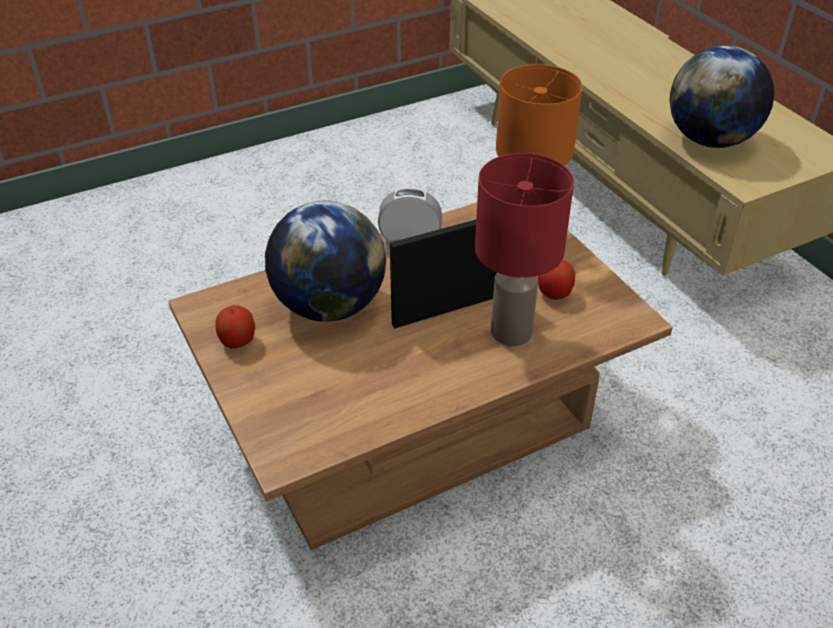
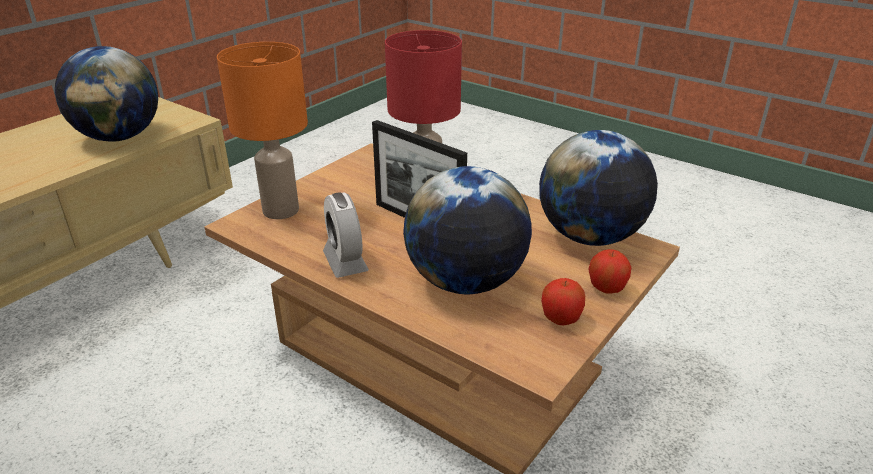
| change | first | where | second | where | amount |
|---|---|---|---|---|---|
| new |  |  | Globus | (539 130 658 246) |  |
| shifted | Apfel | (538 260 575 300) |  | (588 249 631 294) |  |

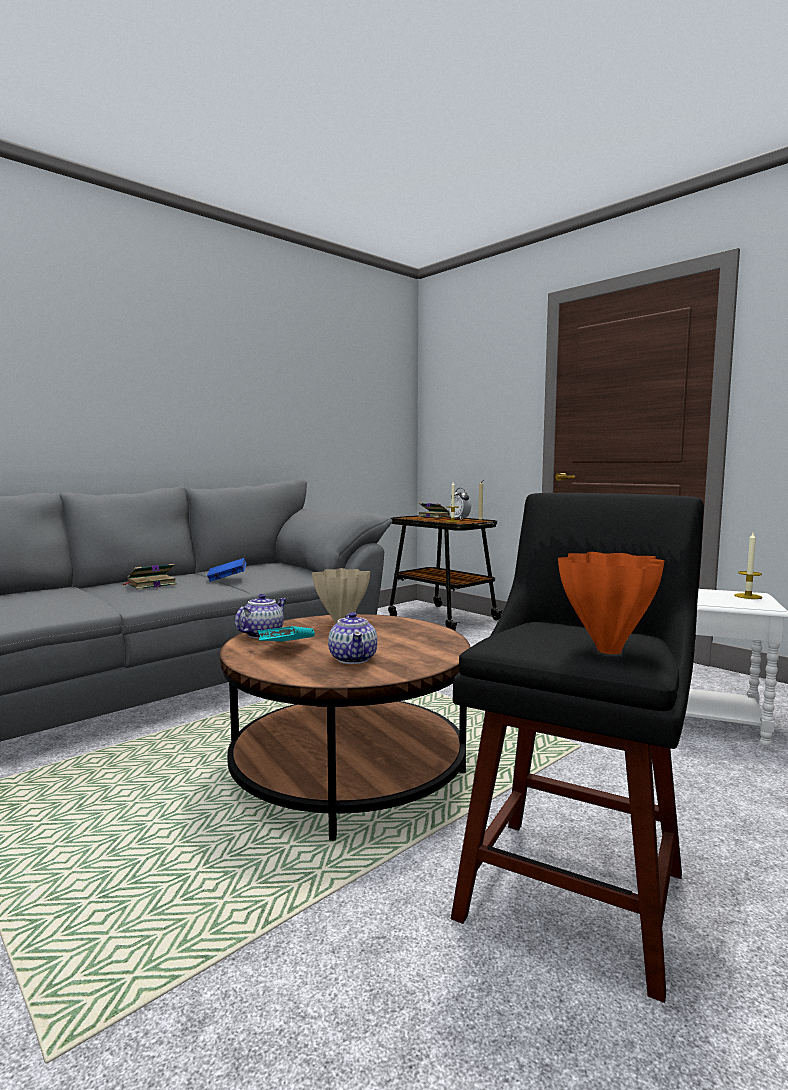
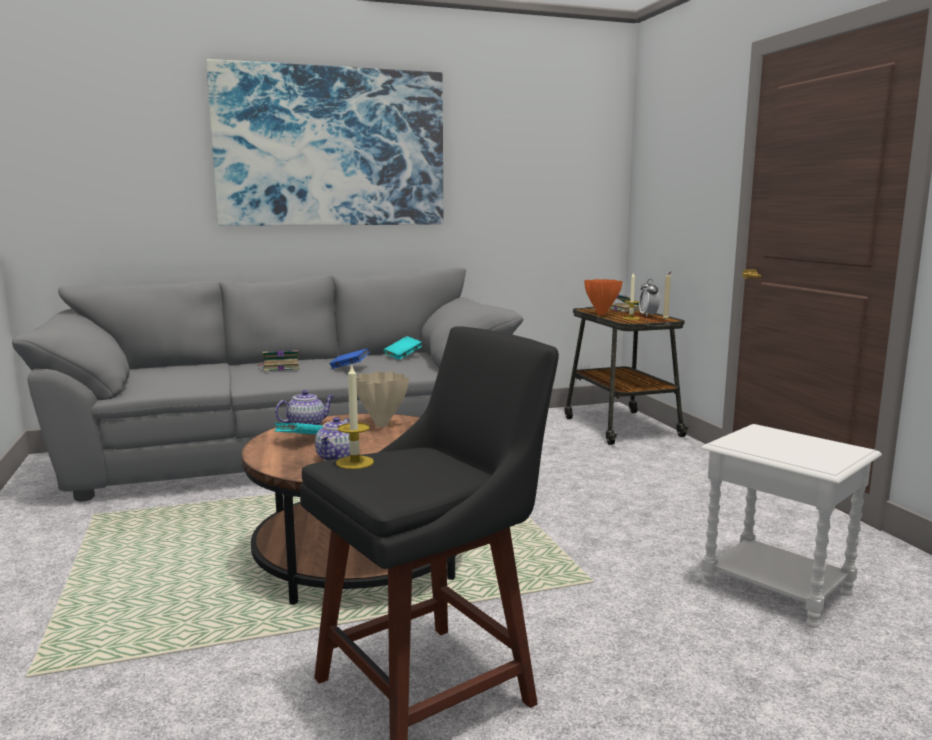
| change | first | where | second | where | amount |
|---|---|---|---|---|---|
| new |  |  | Bild | (206 59 443 226) |  |
| new |  |  | Buch (türkis) | (384 336 422 360) |  |
| shifted | Vase (orange) | (558 552 664 654) |  | (584 279 623 315) |  |
| shifted | Kerze | (735 533 762 599) |  | (336 366 374 469) |  |

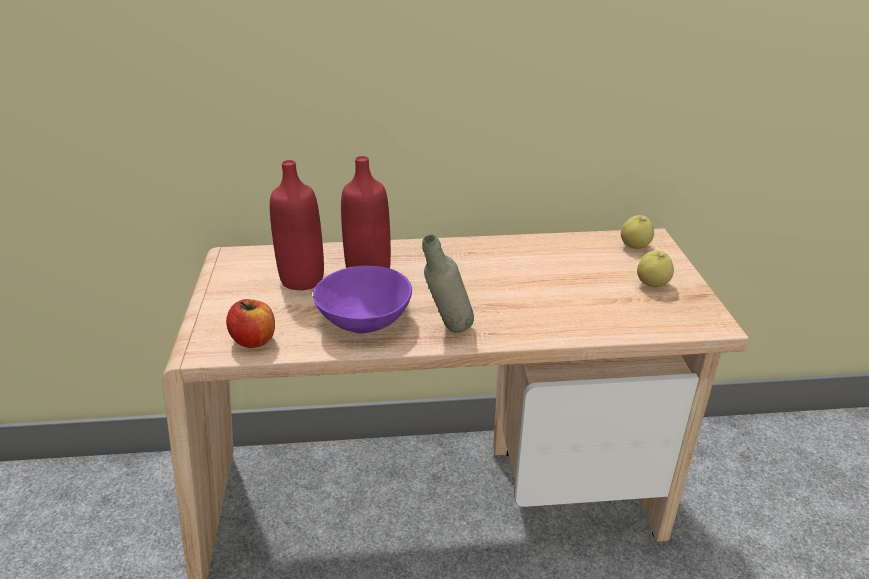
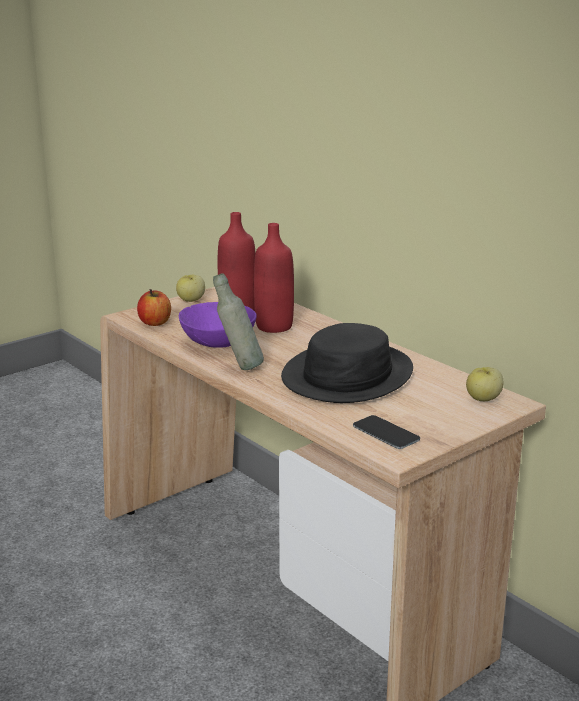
| change | first | where | second | where | amount |
|---|---|---|---|---|---|
| new |  |  | Hut (schwarz) | (281 323 413 403) |  |
| new |  |  | Handy | (353 415 420 449) |  |
| shifted | Apfel | (637 250 674 287) |  | (176 275 205 302) |  |

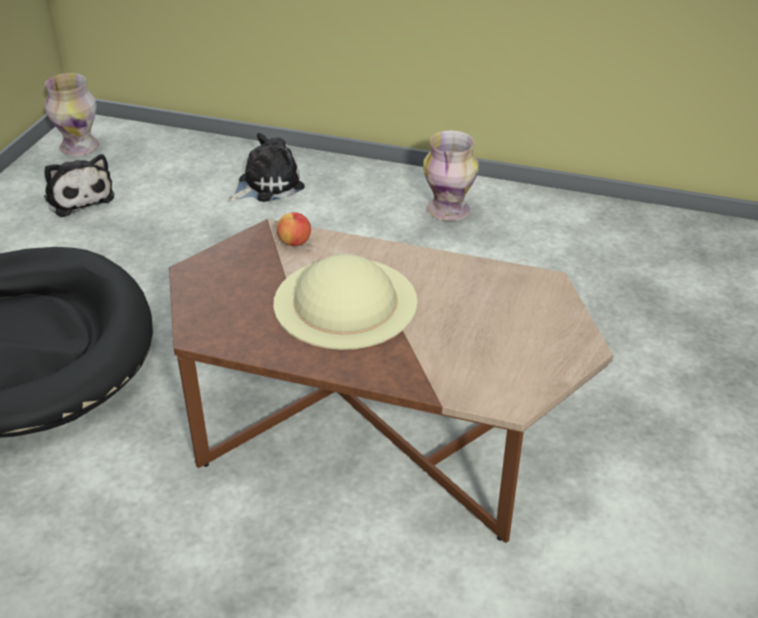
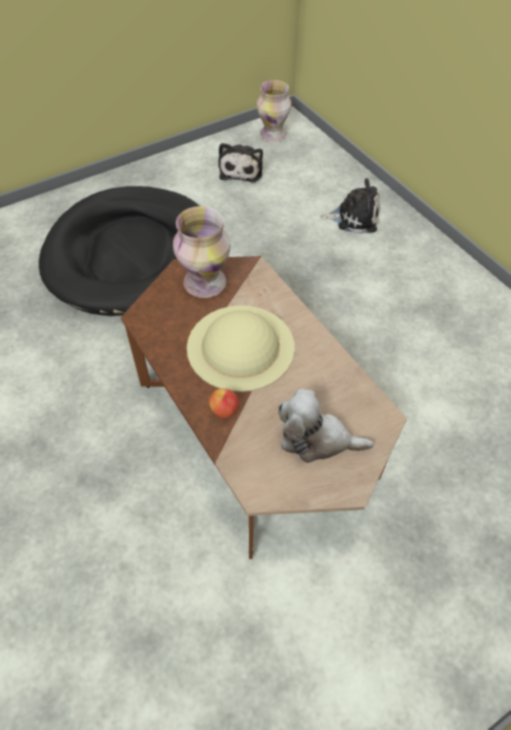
| change | first | where | second | where | amount |
|---|---|---|---|---|---|
| new |  |  | Plüschtier | (278 388 374 463) |  |
| shifted | Apfel | (276 212 311 246) |  | (209 388 239 418) |  |
| shifted | Vase | (423 131 479 221) |  | (173 206 231 298) |  |

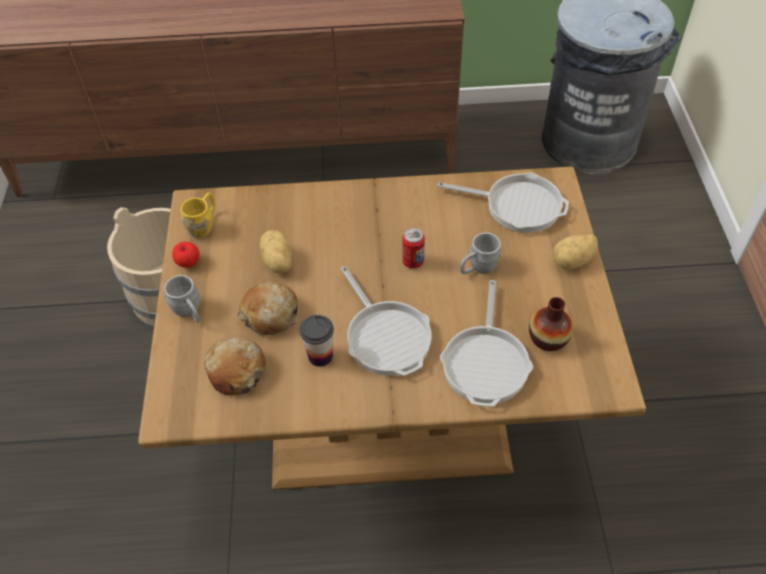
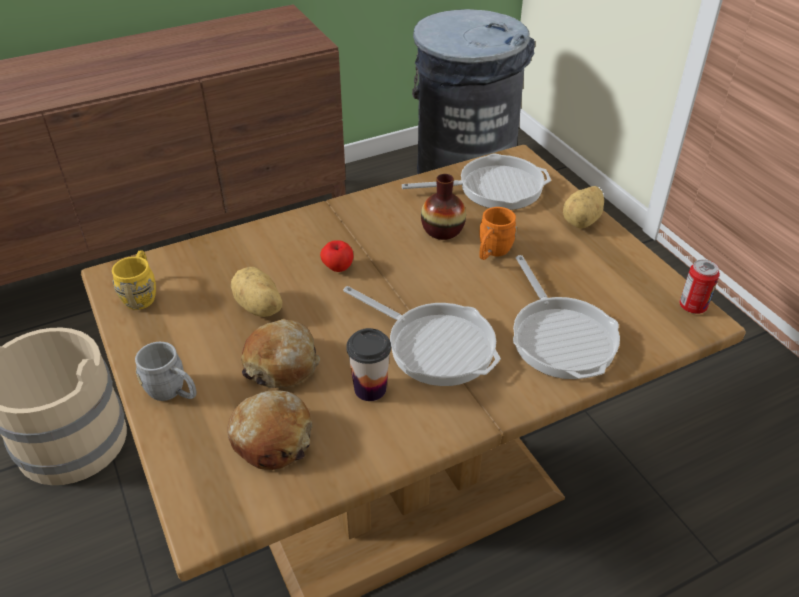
| change | first | where | second | where | amount |
|---|---|---|---|---|---|
| shifted | Apfel | (172 241 200 268) |  | (320 240 353 272) |  |
| shifted | Dose | (402 228 425 269) |  | (679 259 720 314) |  |
| shifted | Vase | (529 297 573 351) |  | (421 174 466 240) |  |
| repainted | Henkelbecher (grau) | (460 233 502 274) | Henkelbecher (orange) | (479 207 517 260) |  |

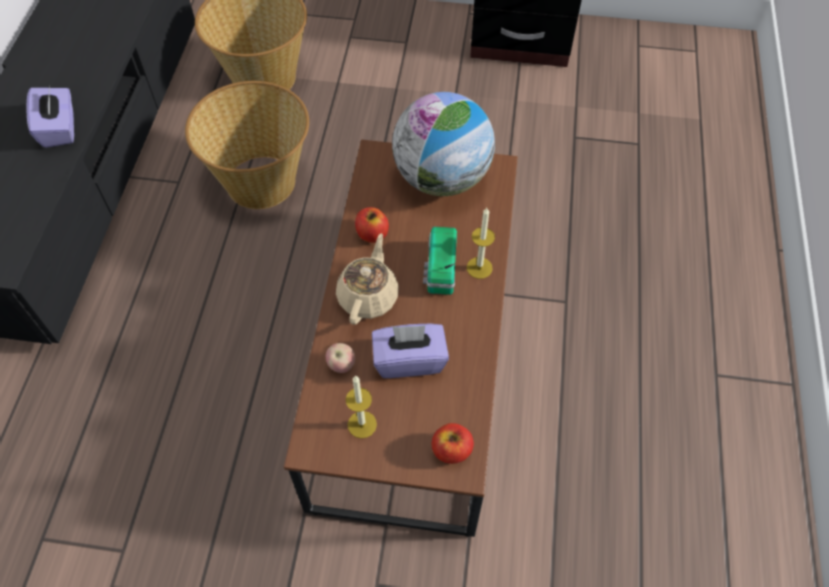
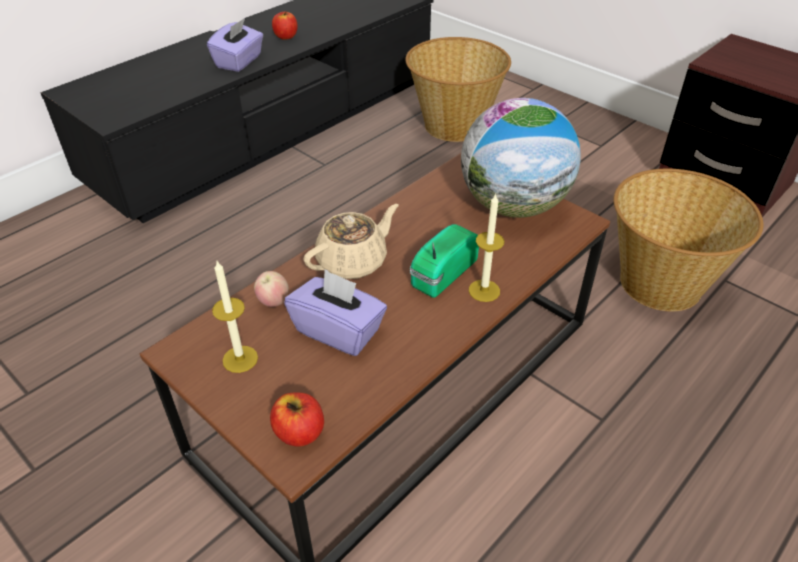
| change | first | where | second | where | amount |
|---|---|---|---|---|---|
| shifted | Korb | (185 81 309 209) |  | (614 169 763 312) |  |
| shifted | Apfel | (355 207 389 243) |  | (272 12 298 40) |  |

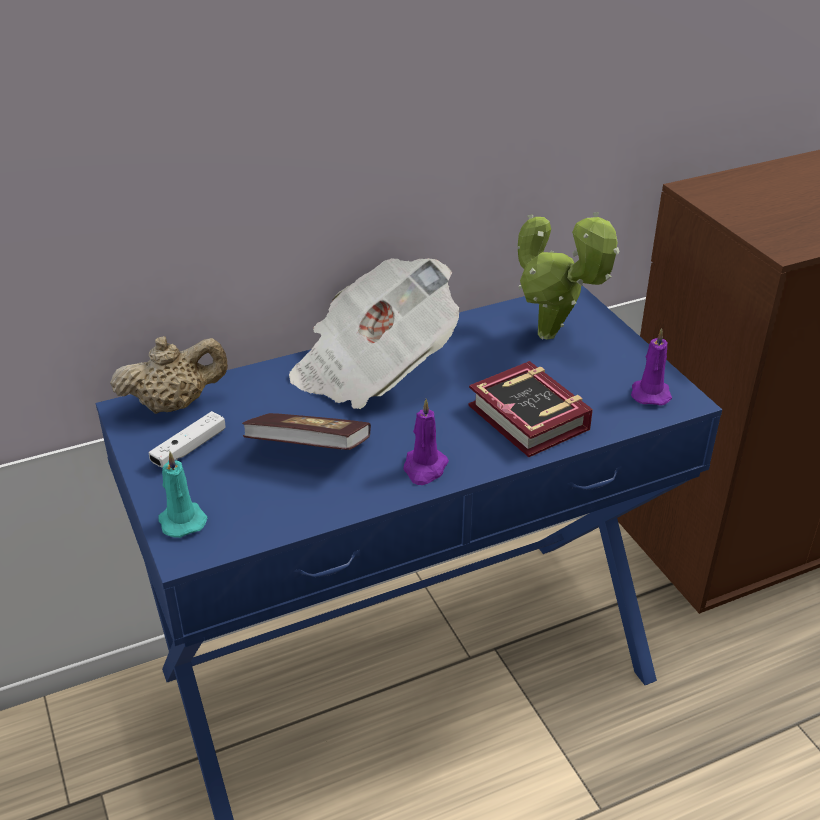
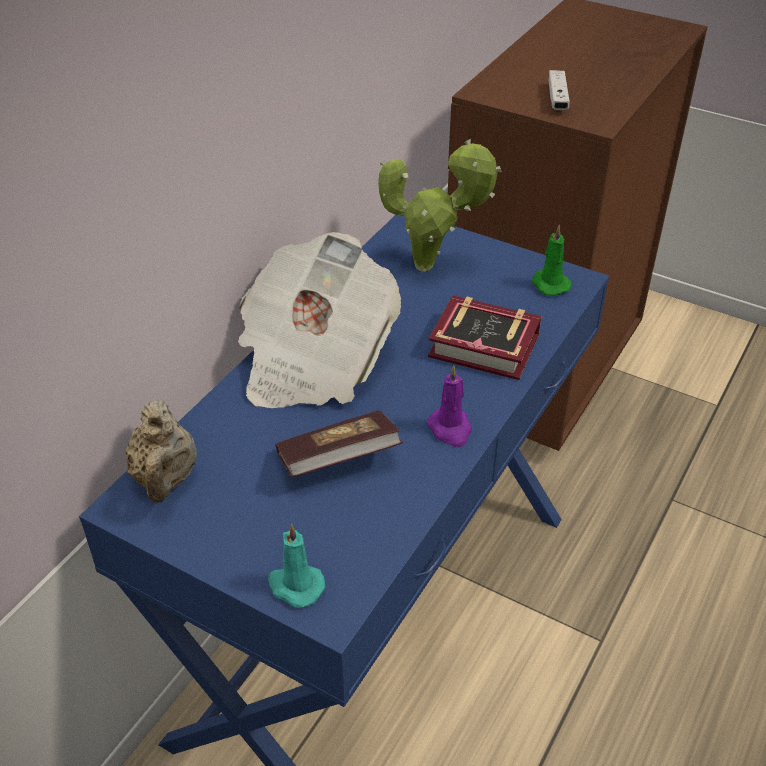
| change | first | where | second | where | amount |
|---|---|---|---|---|---|
| shifted | Gamepad (weiß) | (149 411 226 468) |  | (548 70 570 110) |  |
| repainted | Kerze (lila) | (631 328 672 406) | Kerze (grün) | (532 225 571 296) |  |
| rotated | Teekanne (beige) | (110 336 228 414) |  | (125 400 197 502) | 135 degrees clockwise |

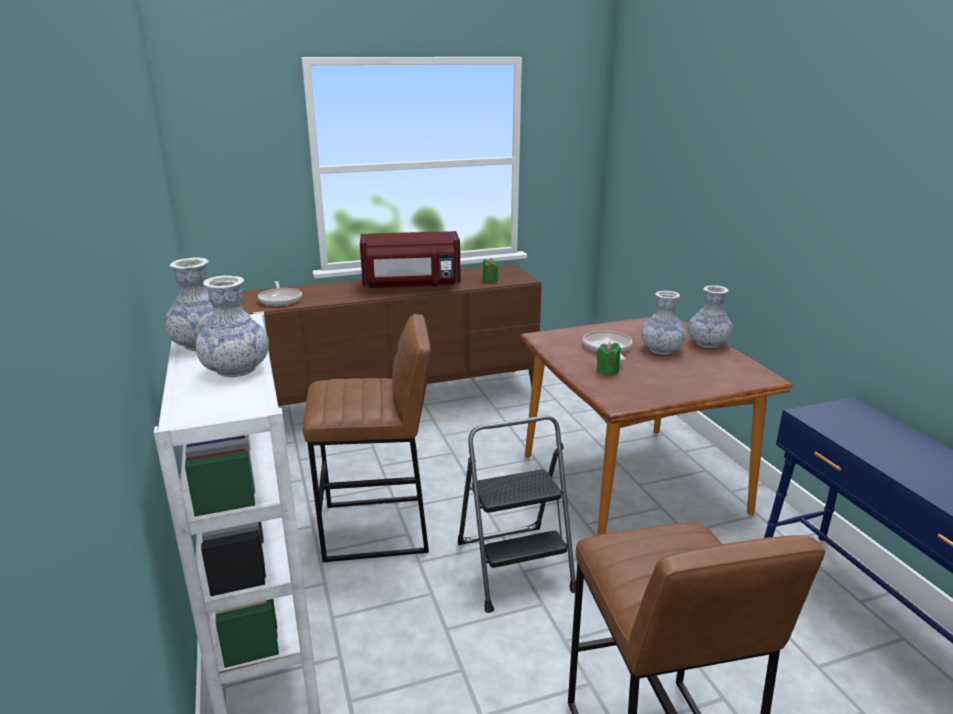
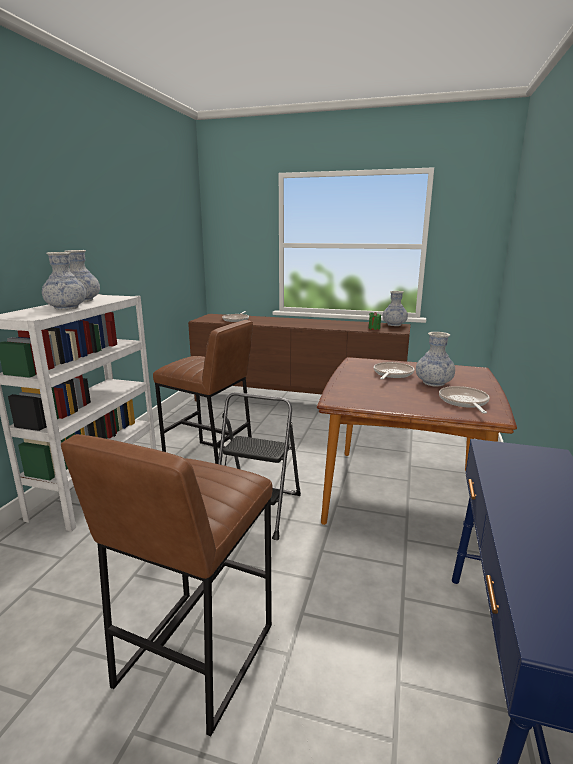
| change | first | where | second | where | amount |
|---|---|---|---|---|---|
| gone | Mikrowelle (rot) | (360 231 461 289) |  |  |  |
| gone | Kerze (grün) | (596 342 621 376) |  |  |  |
| new |  |  | Pfanne | (439 386 490 414) |  |
| shifted | Vase | (688 285 733 348) |  | (383 291 408 326) |  |

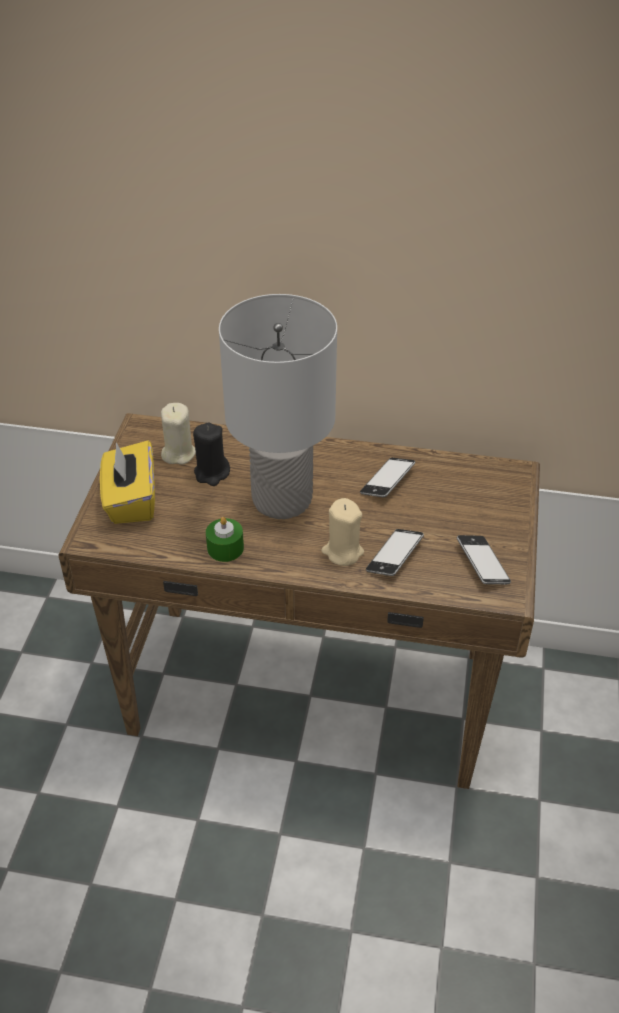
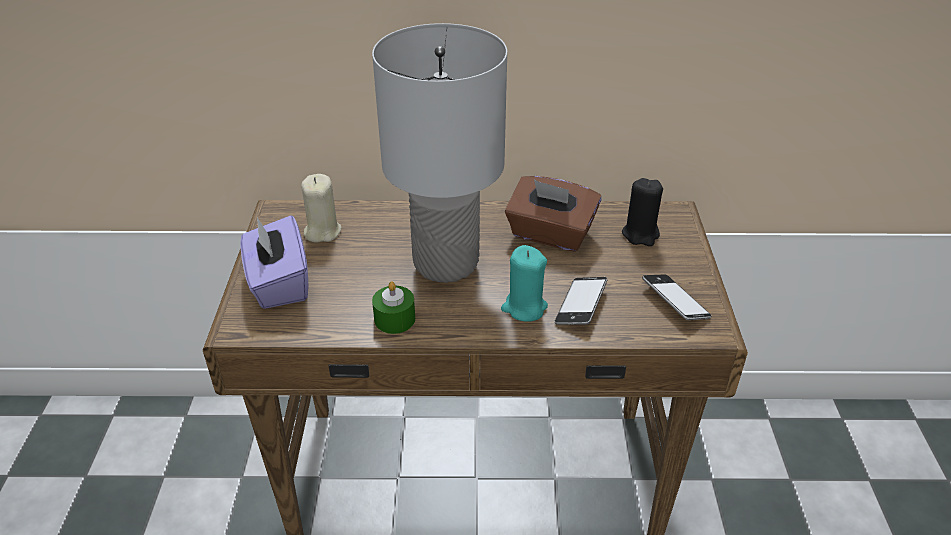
| change | first | where | second | where | amount |
|---|---|---|---|---|---|
| shifted | Kerze (schwarz) | (193 422 230 486) |  | (622 178 663 246) |  |
| swapped | Handy | (360 458 415 497) | Taschentuchbox (braun) | (505 176 601 252) |  |
| repainted | Taschentuchbox (gelb) | (100 440 155 524) | Taschentuchbox (lila) | (240 215 309 309) |  |
| repainted | Kerze (beige) | (321 498 364 566) | Kerze (türkis) | (501 245 548 322) |  |

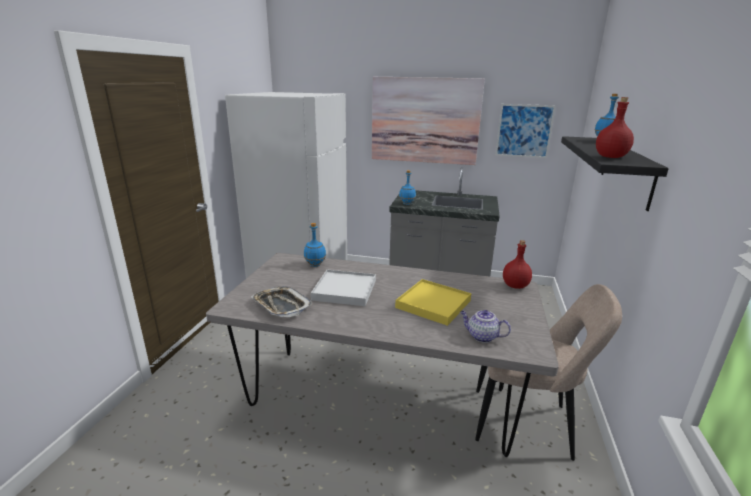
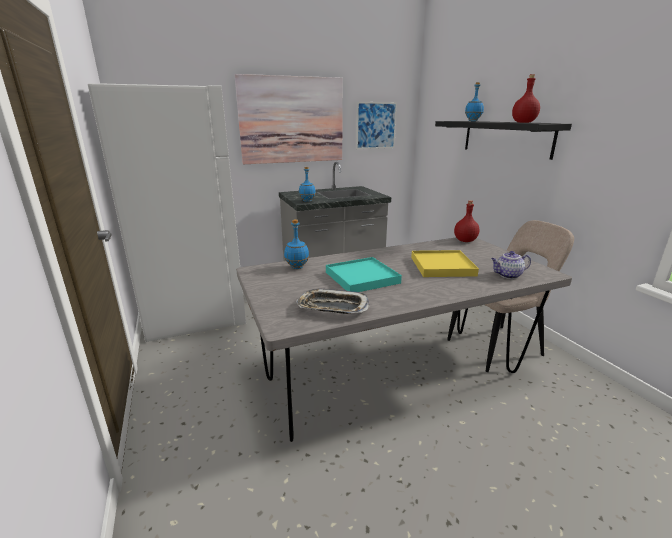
| change | first | where | second | where | amount |
|---|---|---|---|---|---|
| repainted | Tablett (weiß) | (311 270 376 306) | Tablett (türkis) | (326 257 402 292) |  |

